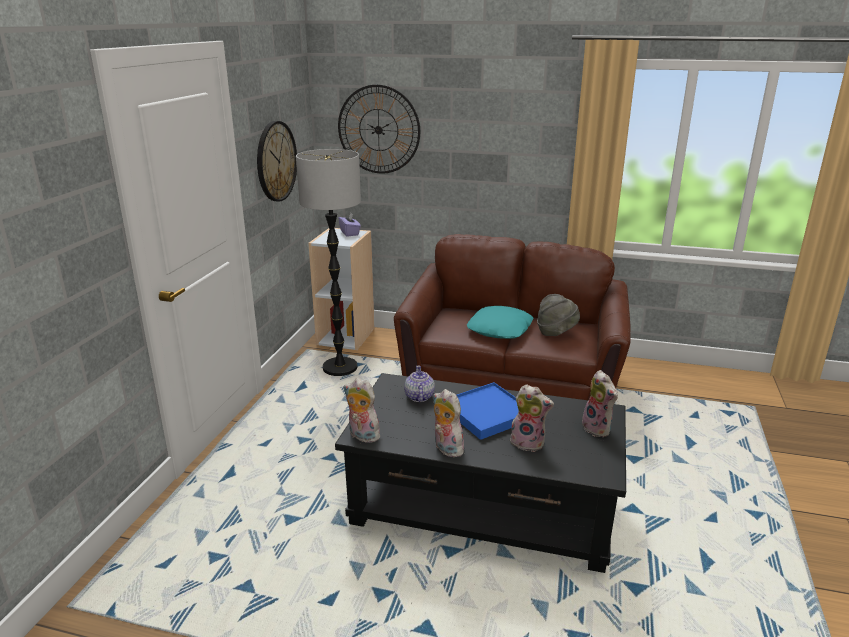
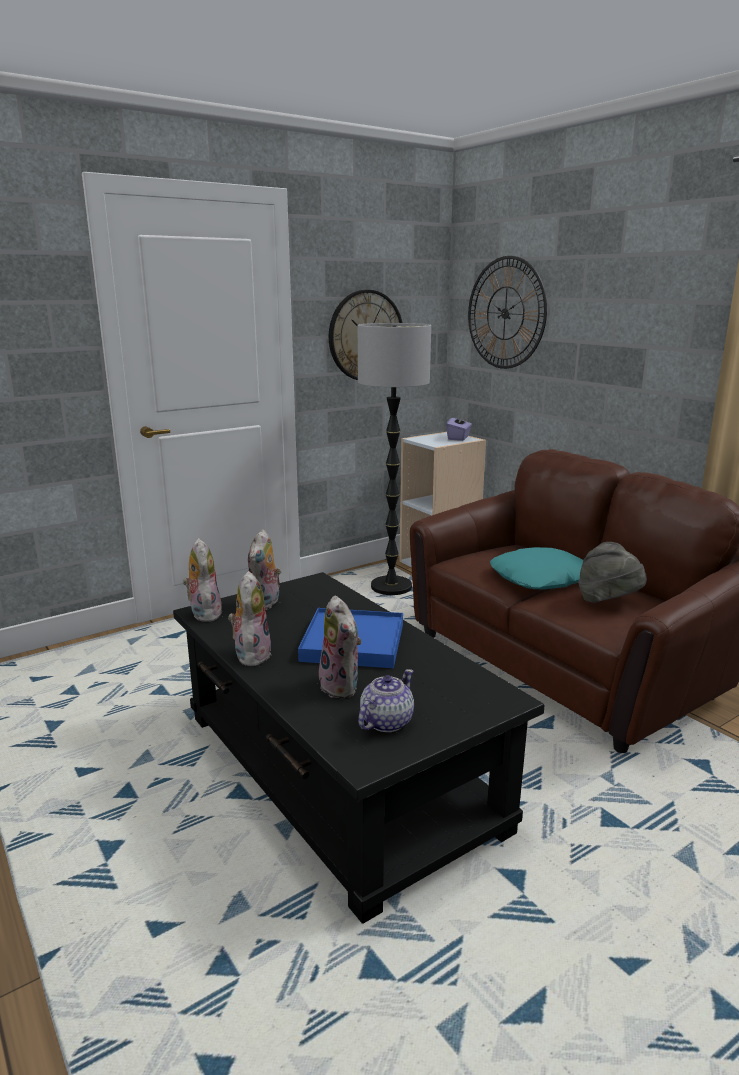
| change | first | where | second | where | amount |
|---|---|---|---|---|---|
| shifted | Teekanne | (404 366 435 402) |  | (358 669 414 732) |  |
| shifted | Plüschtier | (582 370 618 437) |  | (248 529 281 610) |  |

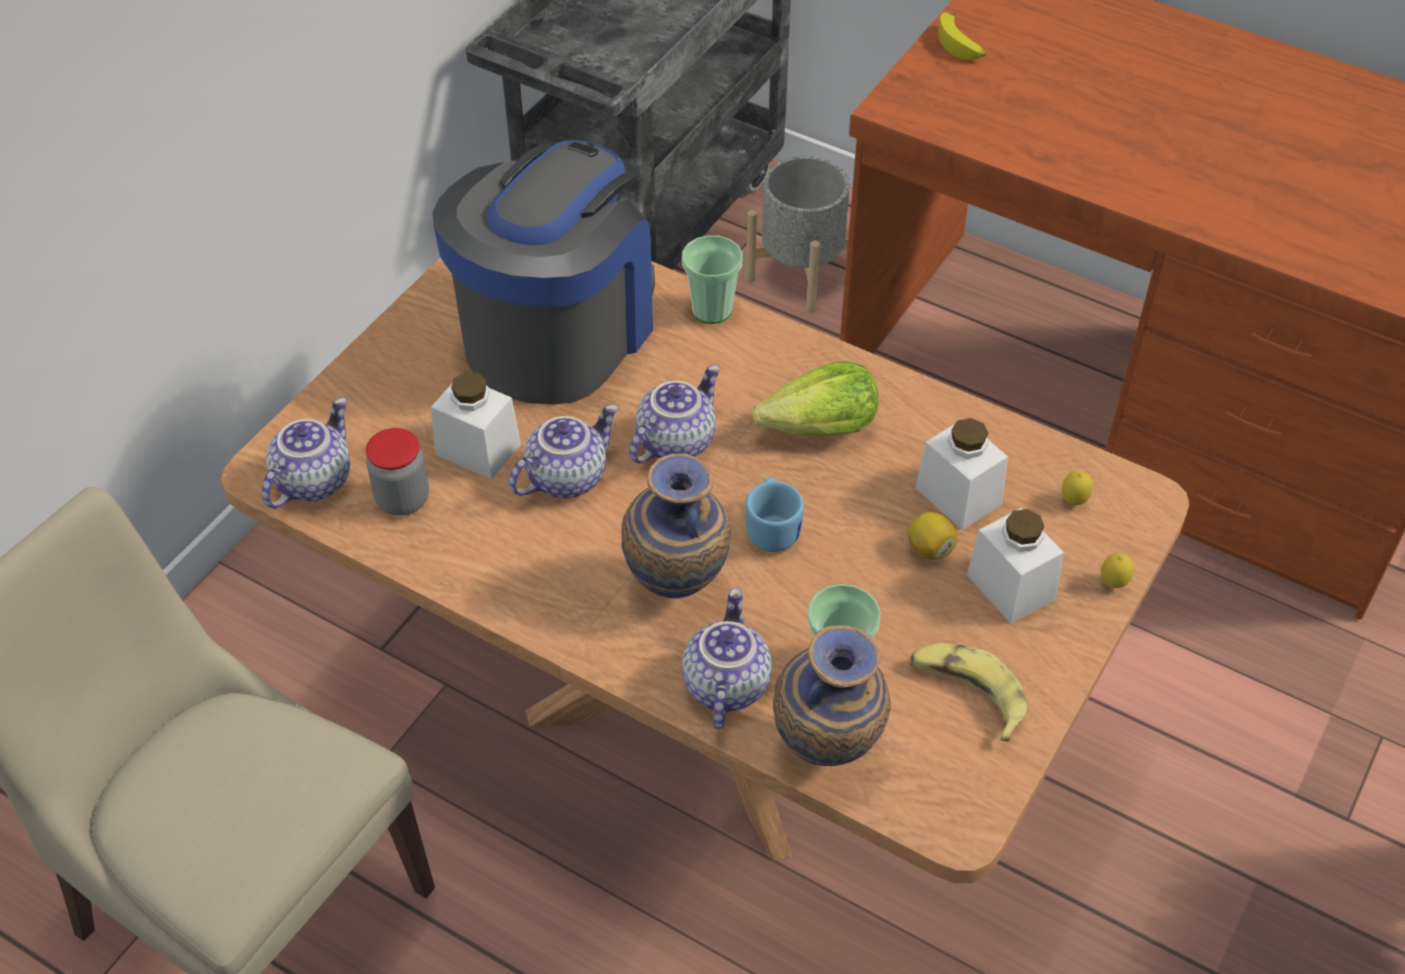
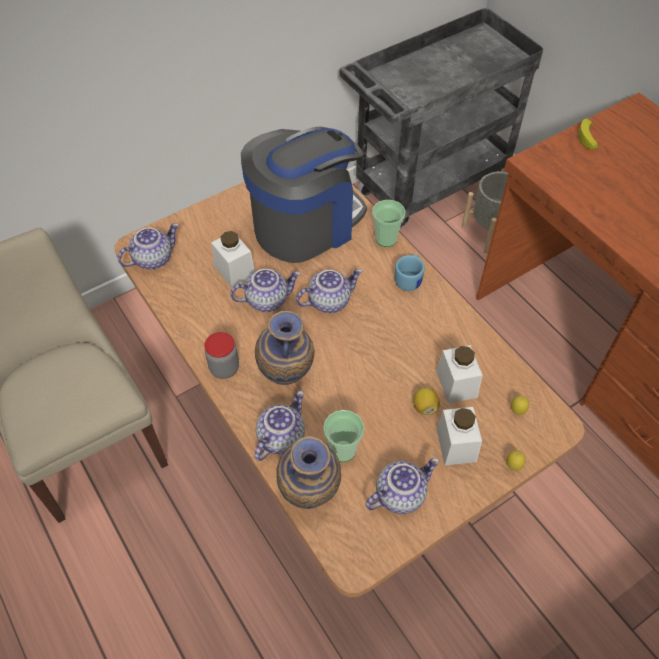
| change | first | where | second | where | amount |
|---|---|---|---|---|---|
| gone | Salatkopf | (752 361 879 436) |  |  |  |
| shifted | Vorratsglas | (366 428 429 516) |  | (205 332 239 379) |  |
| shifted | Henkelbecher (blau) | (745 477 804 552) |  | (395 254 425 291) |  |
| swapped | Banane | (910 643 1027 742) | Teekanne | (365 458 439 514) |  |

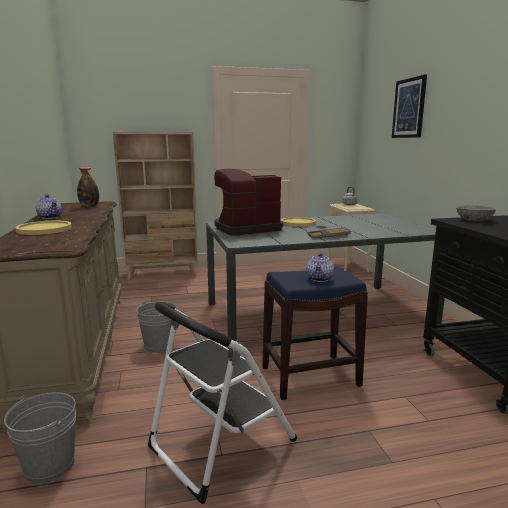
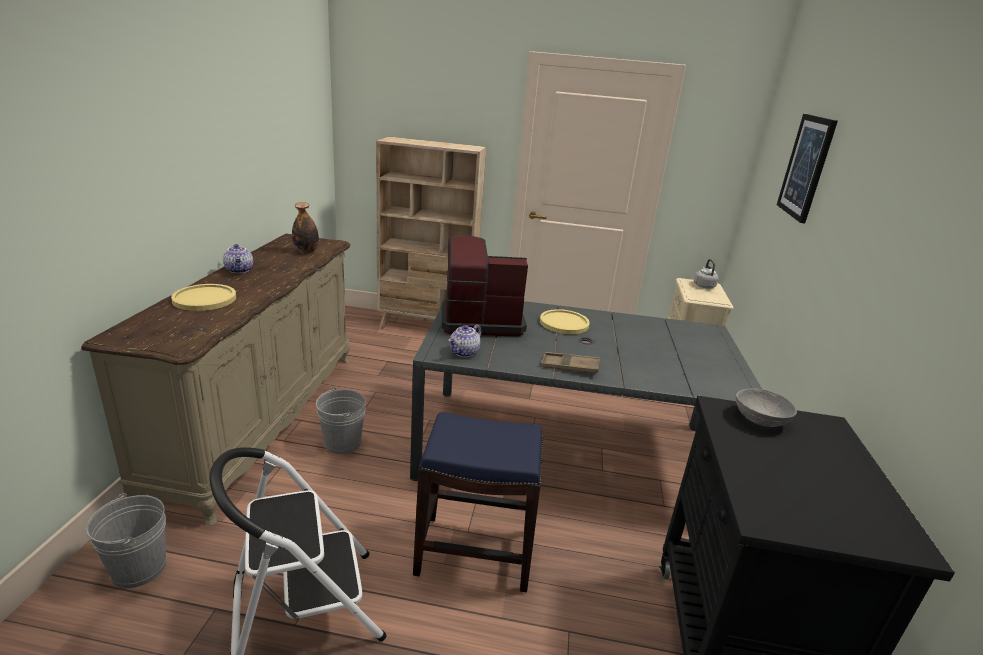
| change | first | where | second | where | amount |
|---|---|---|---|---|---|
| shifted | Teekanne | (306 253 334 282) |  | (448 324 481 357) |  |

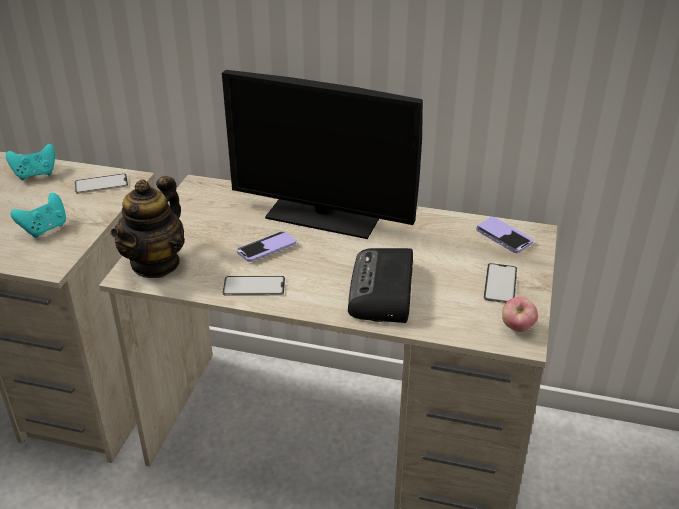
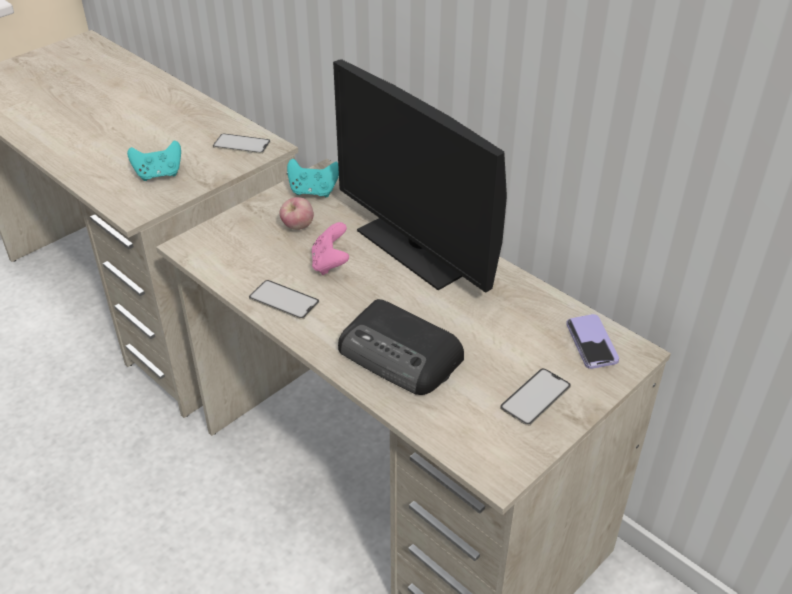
| change | first | where | second | where | amount |
|---|---|---|---|---|---|
| gone | Teekanne | (111 176 185 278) |  |  |  |
| shifted | Gamepad (türkis) | (6 144 55 180) |  | (287 159 339 197) |  |
| shifted | Apfel | (502 297 538 332) |  | (280 197 314 230) |  |
| swapped | Handy | (237 231 296 262) | Gamepad (rosa) | (312 222 349 275) |  |
| rotated | Radio | (348 248 413 323) |  | (338 299 464 395) | 90 degrees counterclockwise |

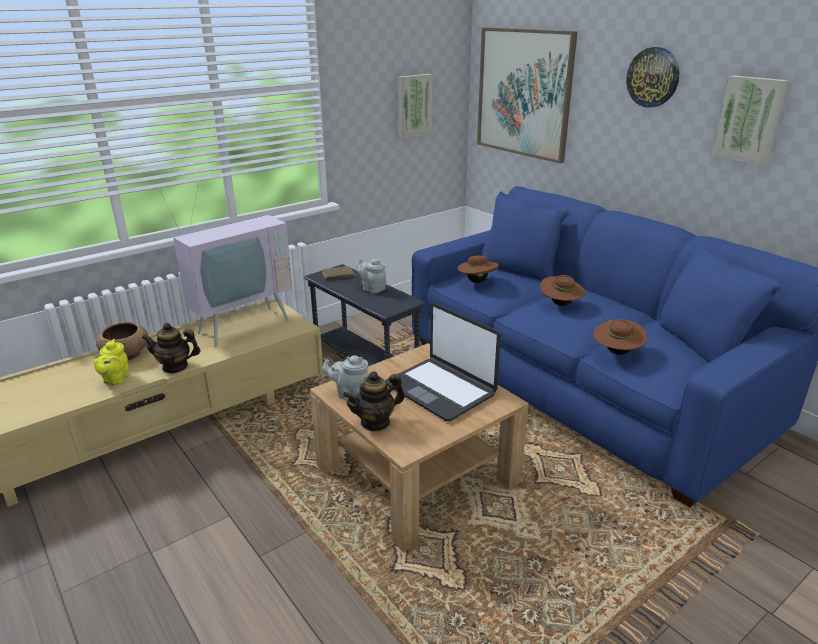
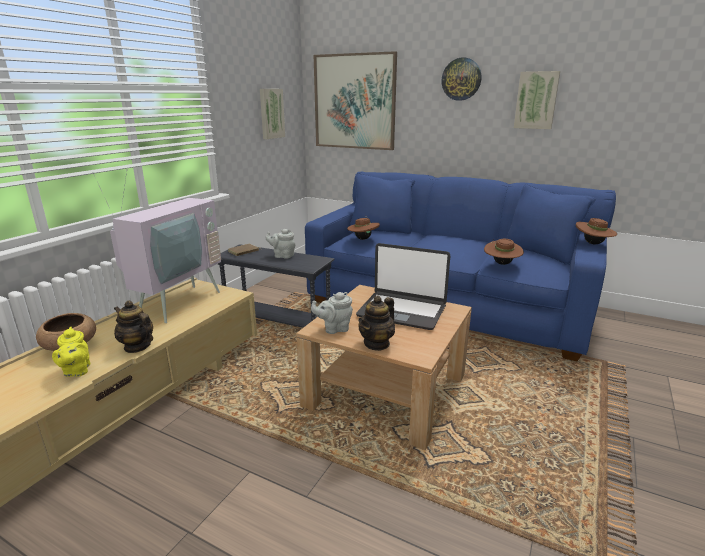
| change | first | where | second | where | amount |
|---|---|---|---|---|---|
| shifted | Hut (braun) | (540 275 585 306) |  | (576 218 617 244) |  |
| rotated | Teekanne | (142 323 201 373) |  | (114 301 153 353) | 60 degrees clockwise |

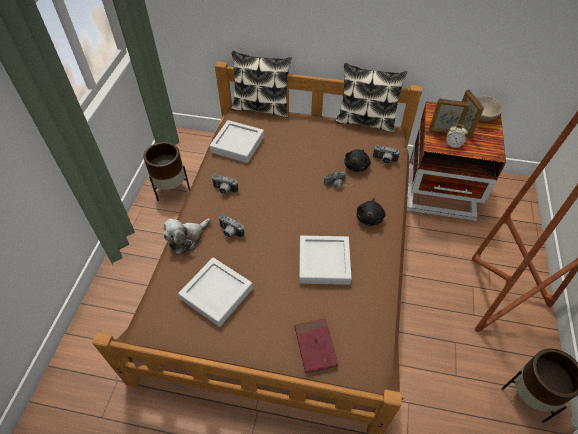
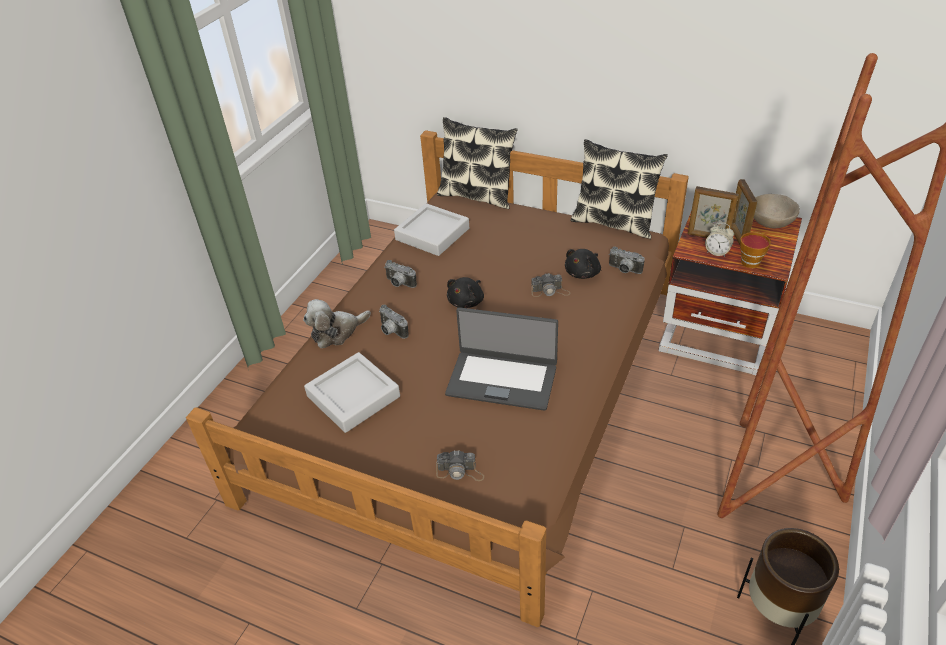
| change | first | where | second | where | amount |
|---|---|---|---|---|---|
| gone | Pflanzkübel (braun) | (143 142 190 201) |  |  |  |
| new |  |  | Tasse | (740 232 771 268) |  |
| shifted | Plüschtier (schwarz) | (357 198 385 226) |  | (447 277 484 308) |  |
| swapped | Buch (rot) | (294 319 338 373) | Kamera | (436 450 484 481) |  |
| swapped | Tablett (grau) | (299 236 352 285) | Laptop | (445 307 558 411) |  |

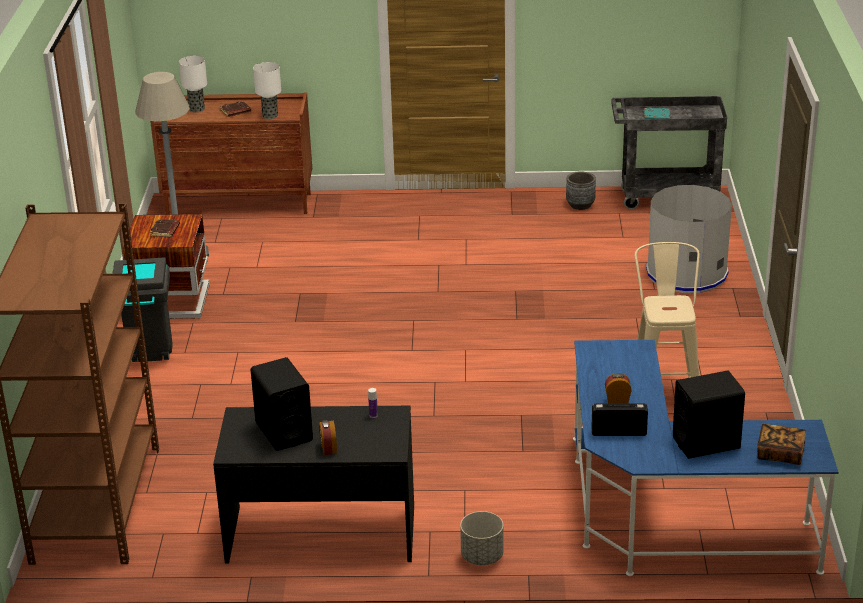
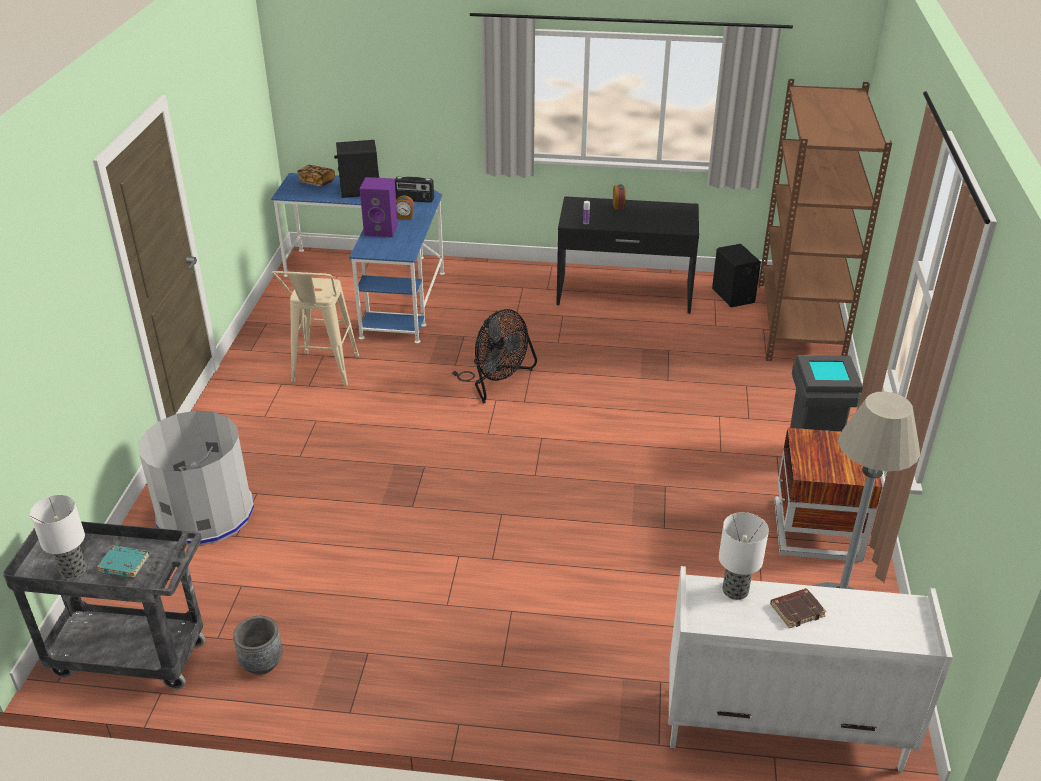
| change | first | where | second | where | amount |
|---|---|---|---|---|---|
| gone | Buch (braun) | (150 219 180 237) |  |  |  |
| gone | Pflanzkübel (grau) | (460 511 504 565) |  |  |  |
| new |  |  | Lautsprecher (lila) | (360 177 398 238) |  |
| new |  |  | Ventilator (schwarz) | (452 309 537 403) |  |
| shifted | Tischlampe | (179 56 207 112) |  | (30 495 86 579) |  |
| shifted | Lautsprecher (schwarz) | (250 357 313 451) |  | (712 244 761 307) |  |
| repainted | Schrank (braun) | (150 93 312 215) | Schrank (weiß) | (669 566 953 773) |  |

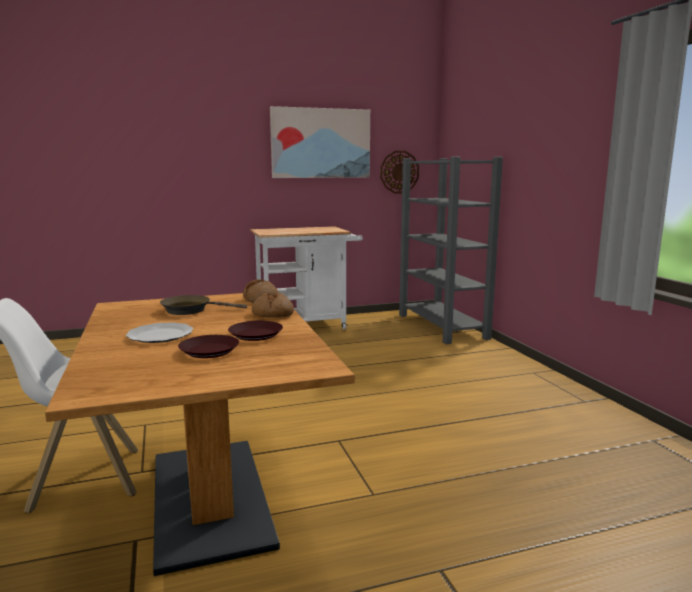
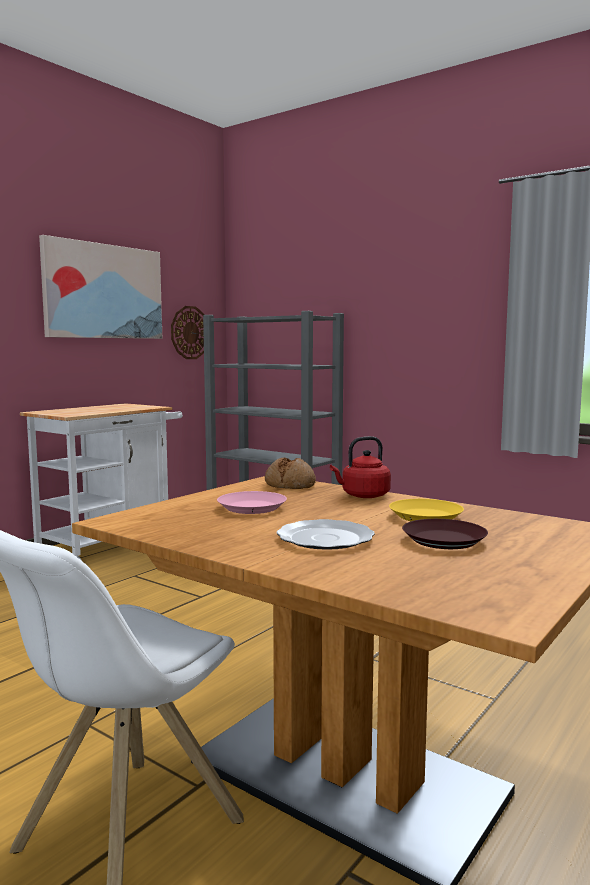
| change | first | where | second | where | amount |
|---|---|---|---|---|---|
| swapped | Pfanne (braun) | (160 295 247 315) | Teller (rosa) | (217 491 287 514) |  |
| swapped | Brot | (252 293 294 318) | Wasserkessel (rot) | (330 436 391 498) |  |
| repainted | Teller (braun) | (228 321 283 341) | Teller (gelb) | (389 499 464 521) |  |

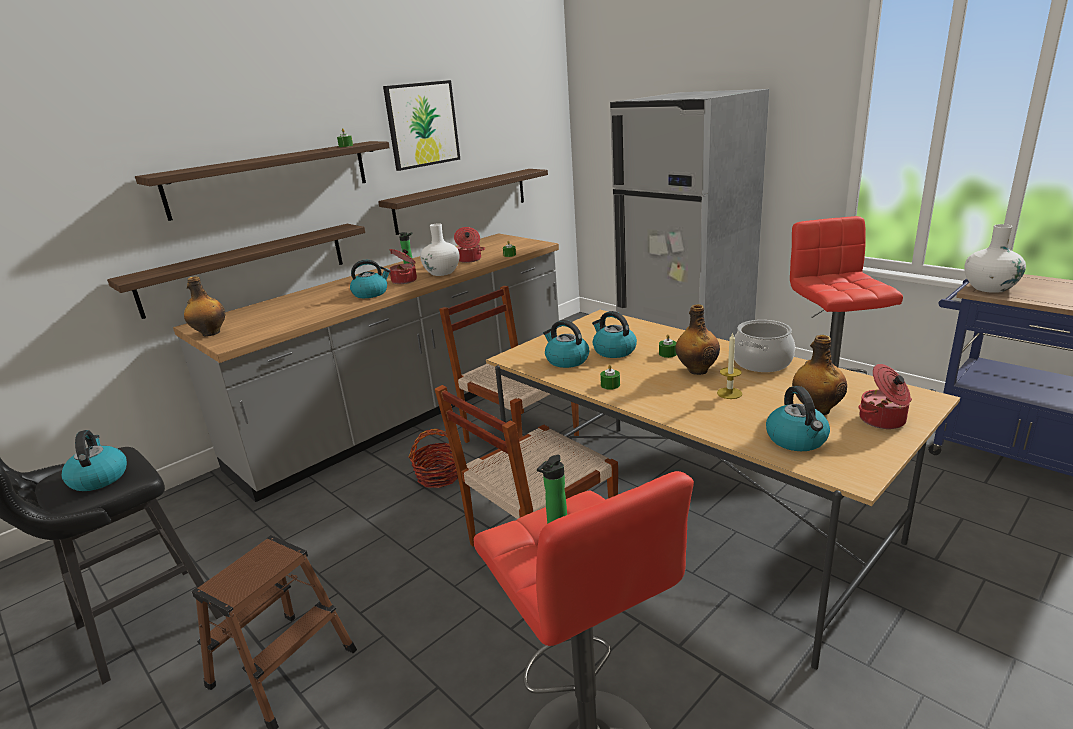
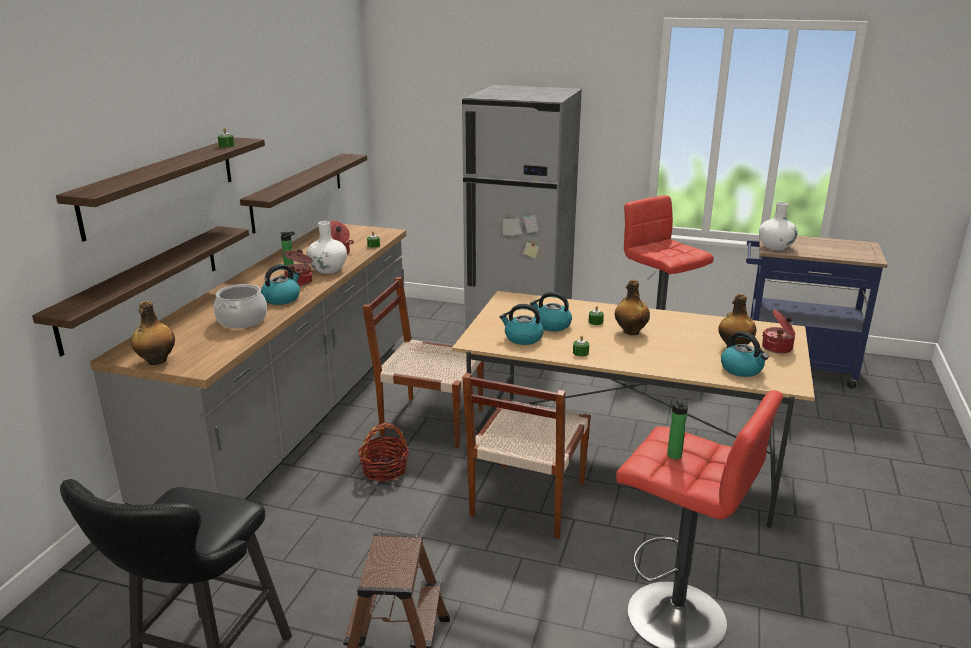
| change | first | where | second | where | amount |
|---|---|---|---|---|---|
| gone | Wasserkessel | (61 430 127 491) |  |  |  |
| gone | Bild | (383 80 460 171) |  |  |  |
| gone | Kerze | (717 332 742 399) |  |  |  |
| shifted | Kochtopf | (734 320 795 372) |  | (214 284 267 329) |  |

